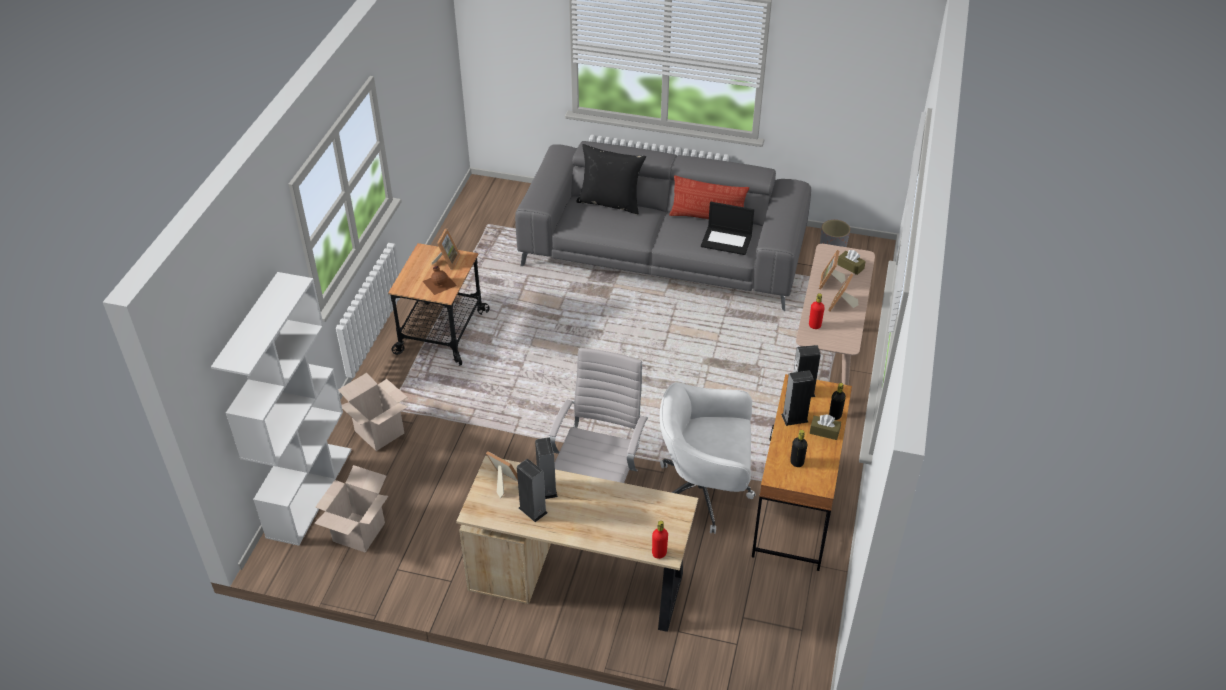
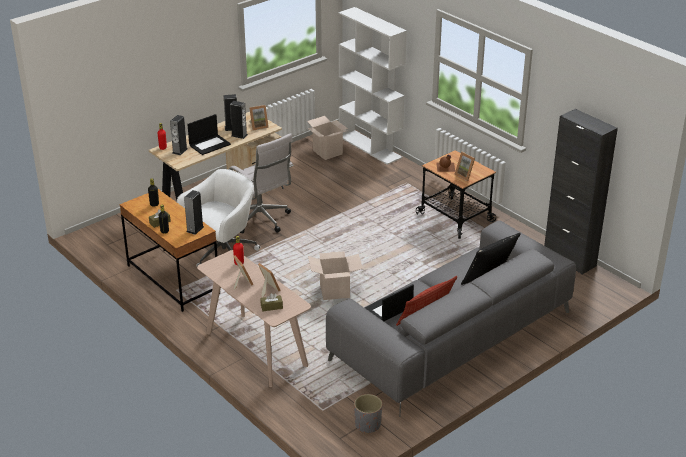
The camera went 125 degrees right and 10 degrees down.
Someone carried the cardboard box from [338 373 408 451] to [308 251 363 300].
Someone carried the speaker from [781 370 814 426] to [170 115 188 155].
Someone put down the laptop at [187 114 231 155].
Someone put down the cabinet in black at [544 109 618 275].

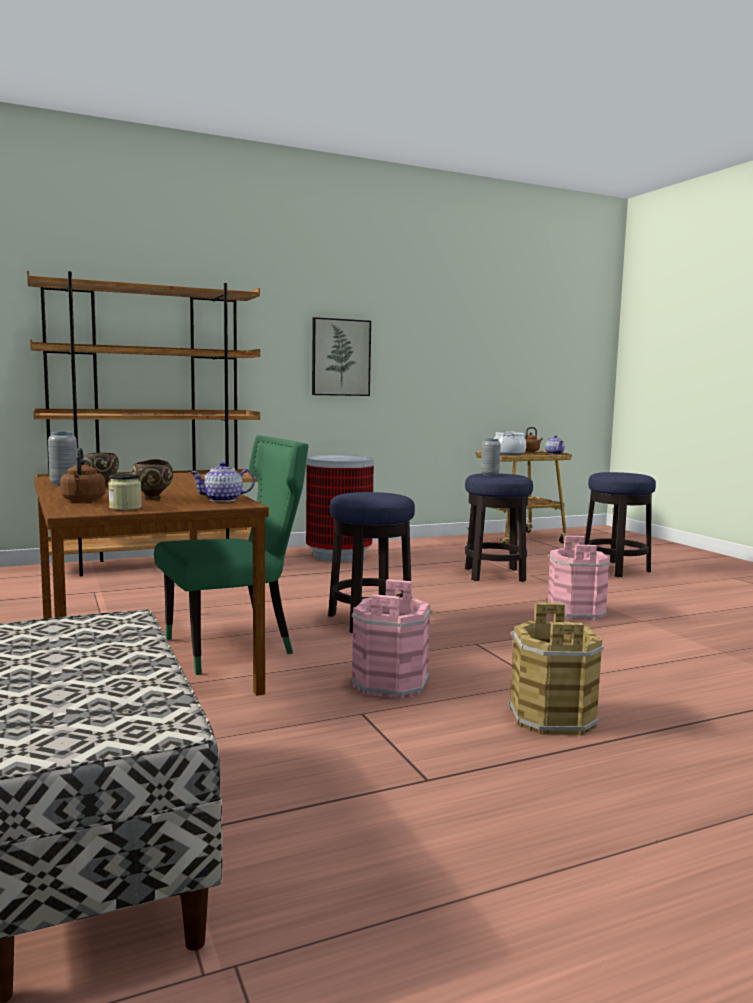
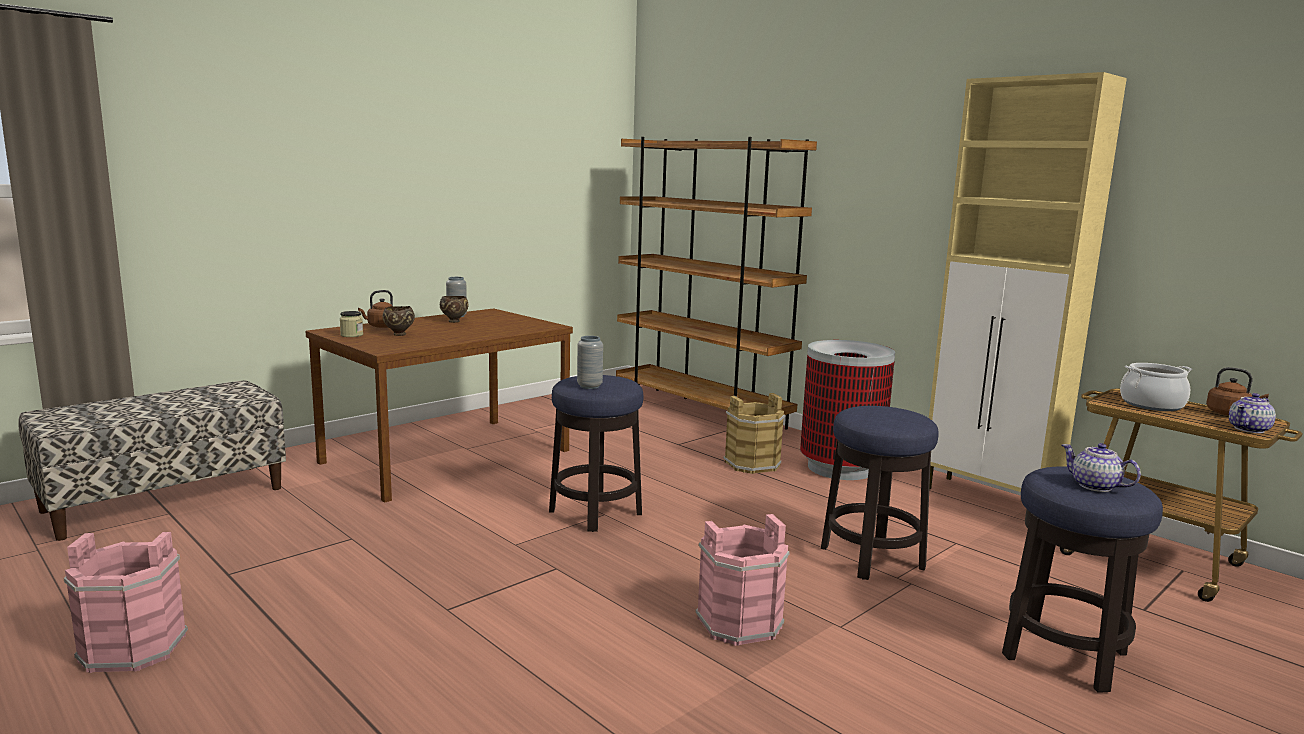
The camera went 70 degrees right and 5 degrees up.
Someone took away the chair in green at [154 435 309 675].
Someone carried the teapot from [189 462 255 502] to [1062 443 1141 492].
Someone took away the picture at [312 317 371 396].
Someone carried the bucket in pink from [351 579 432 700] to [63 532 188 673].
Someone carried the vase in grey from [481 439 501 476] to [577 336 603 389].
Someone carried the bucket in brown from [508 602 604 736] to [723 393 785 474].
Someone put down the cabinet in beige at [929 72 1127 492].

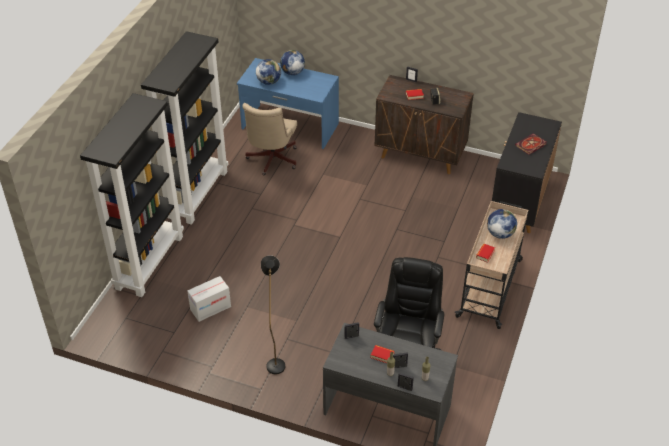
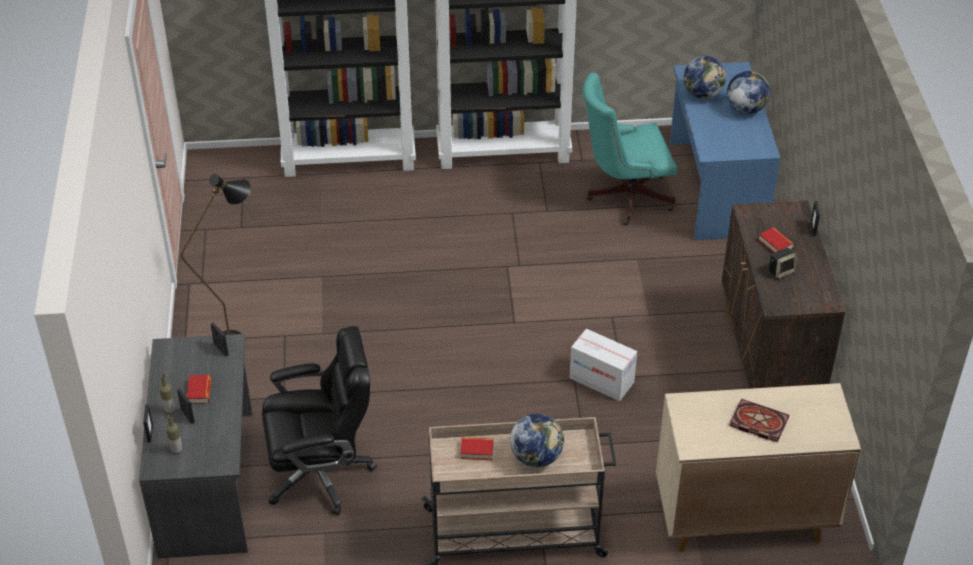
The camera went 65 degrees right and 0 degrees up.
Someone carried the cardboard box from [187 276 231 322] to [569 329 637 401].
Someone repainted the office chair in beige at [243 103 297 175], which became the office chair in turquoise at [583 73 677 225].
Someone repainted the cabinet in black at [492 112 562 233], which became the cabinet in beige at [656 383 861 552].

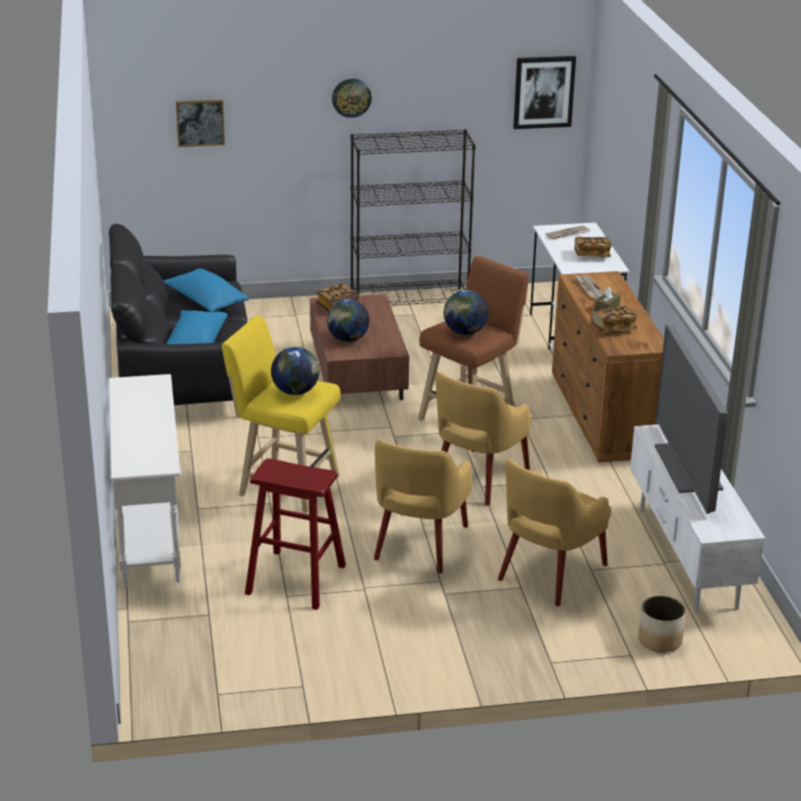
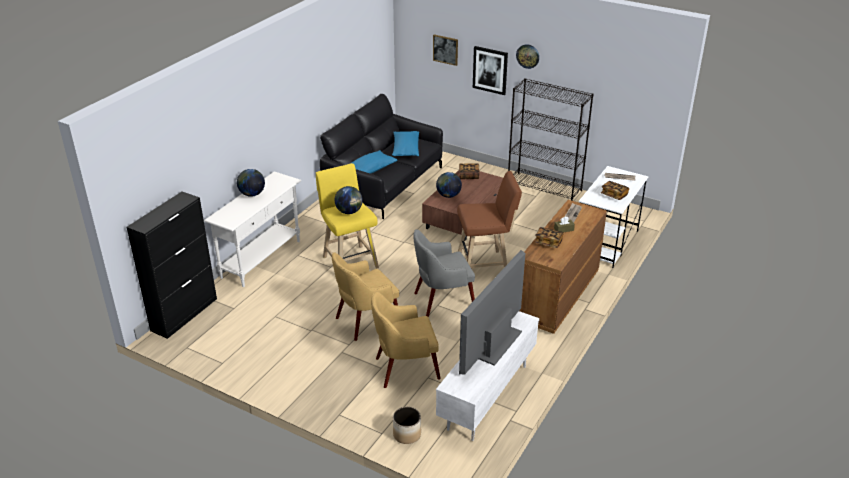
The camera went 40 degrees right and 5 degrees up.
Someone took away the stool in red at [245 458 346 610].
Someone repainted the armchair in yellow at [436 372 532 506], which became the armchair in grey at [413 229 475 317].
Someone carried the globe from [444 290 489 335] to [237 169 265 197].
Someone carried the picture from [513 56 576 129] to [473 46 508 95].
Someone put down the cabinet in black at [126 191 217 339].

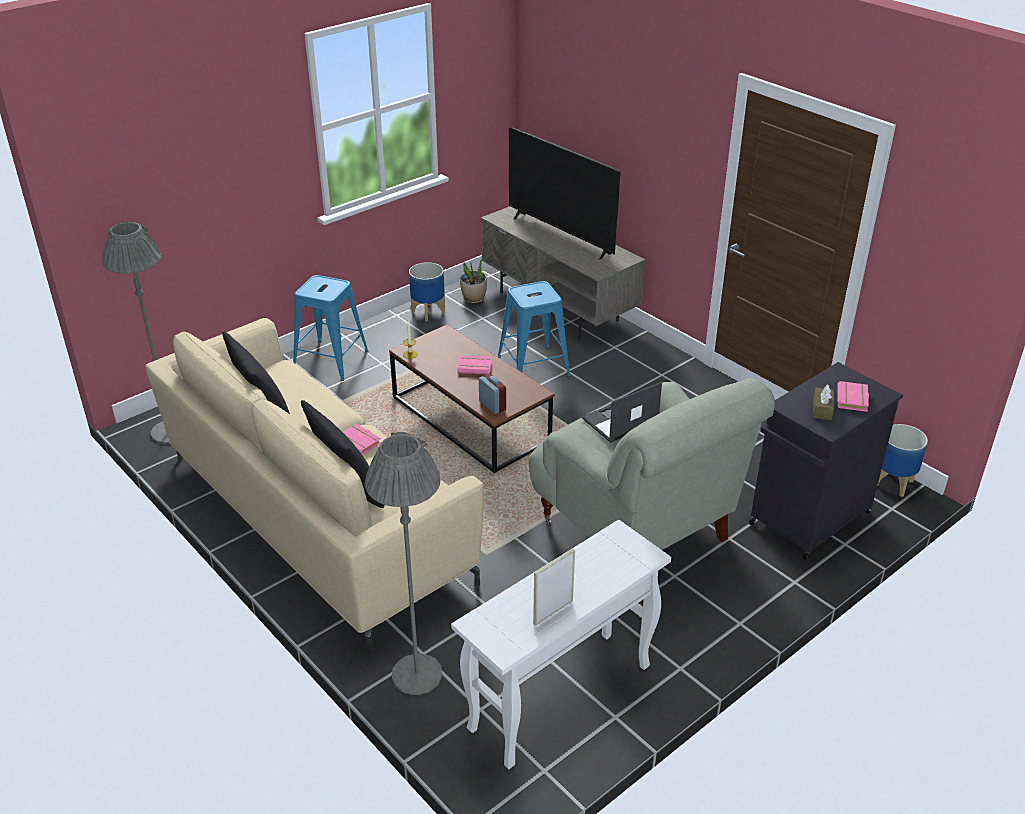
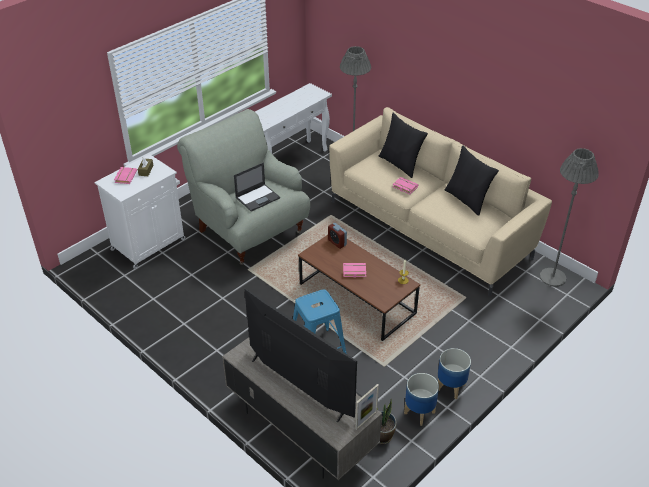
The camera went 175 degrees right and 5 degrees up.
Someone took away the stool in blue at [293 275 368 381].
Someone carried the picture frame from [533 548 575 626] to [355 384 379 430].
Someone repainted the cabinet in black at [749 362 903 560], which became the cabinet in white at [94 154 185 269].
Someone carried the planter from [877 424 928 497] to [438 348 471 399].

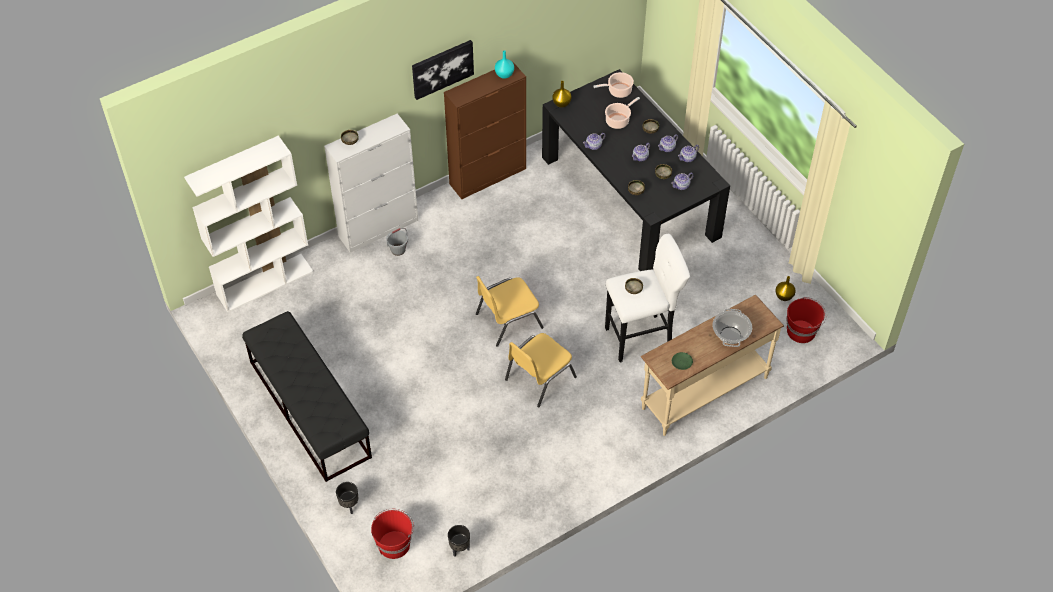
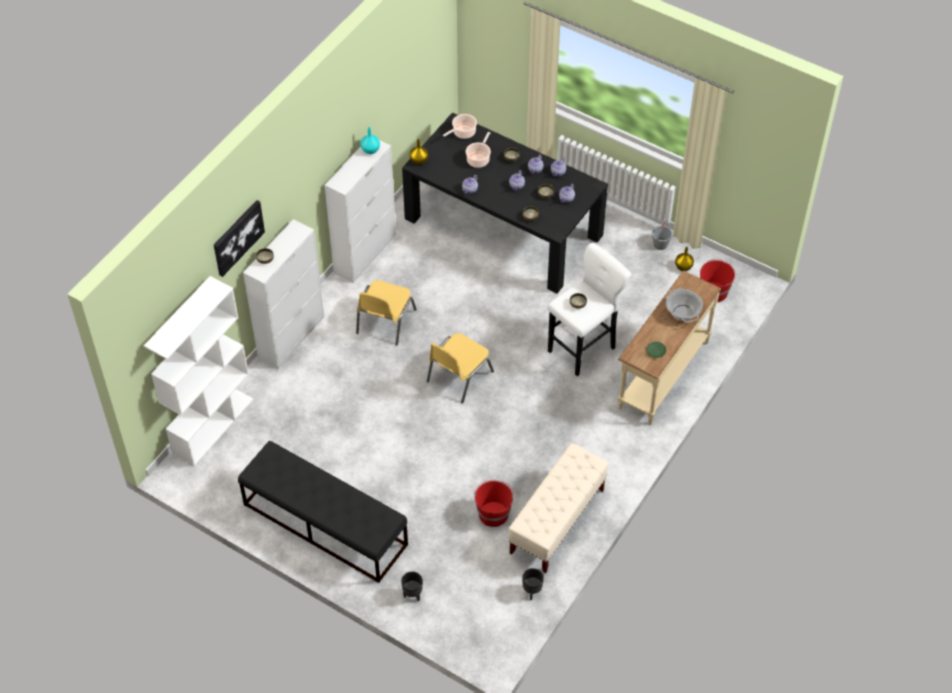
The camera went 25 degrees left and 0 degrees up.
Someone carried the bucket in red from [371 509 414 559] to [474 480 514 527].
Someone carried the bucket in grey from [386 228 408 256] to [652 221 673 250].
Someone carried the picture from [412 40 474 100] to [214 200 265 277].
Someone repainted the cabinet in brown at [444 62 526 199], which became the cabinet in white at [324 140 396 283].
Someone carried the chair in yellow from [505 333 577 408] to [356 280 417 346].
Someone put down the bench in beige at [509 443 608 573].

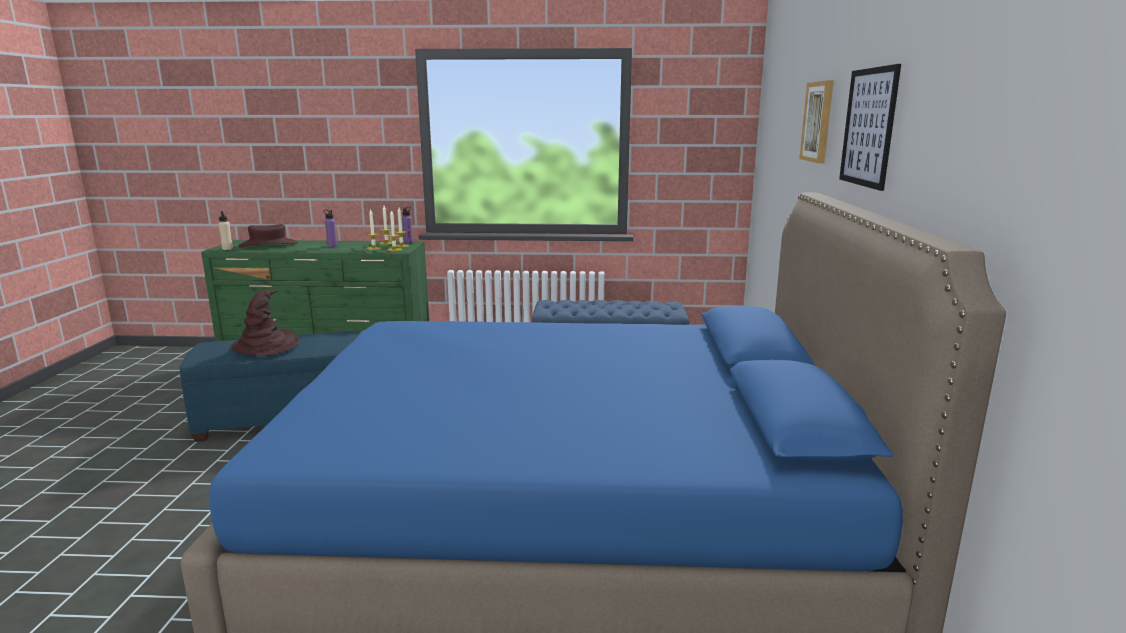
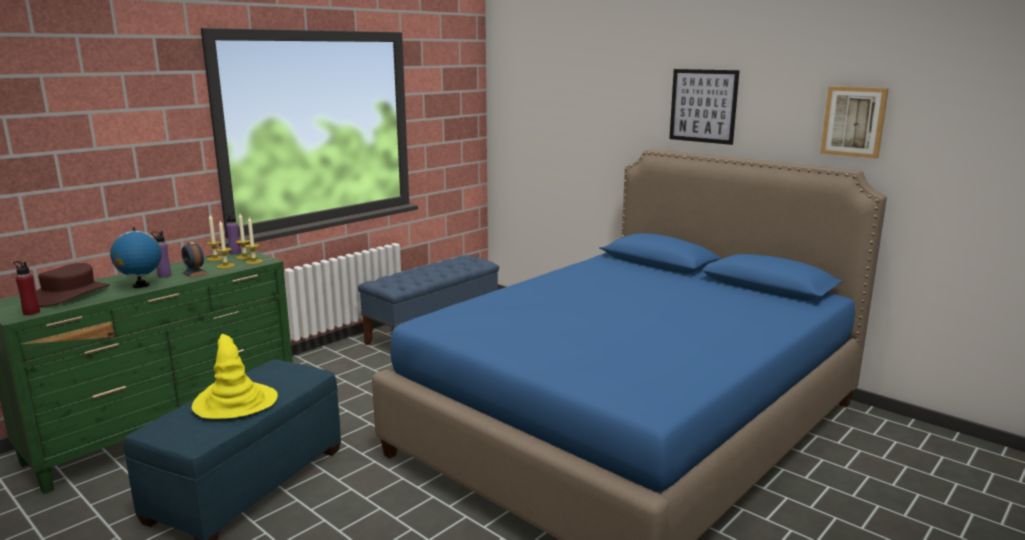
The camera went 50 degrees left and 0 degrees up.
Someone repainted the bottle in beige at [218 211 233 250], which became the bottle in red at [13 261 40 315].
Someone repainted the hat in brown at [230 290 299 356], which became the hat in yellow at [192 334 278 419].
Someone carried the picture from [799 80 834 163] to [820 86 889 159].
Someone put down the globe at [110 227 161 288].
Someone put down the alarm clock at [182 242 209 278].

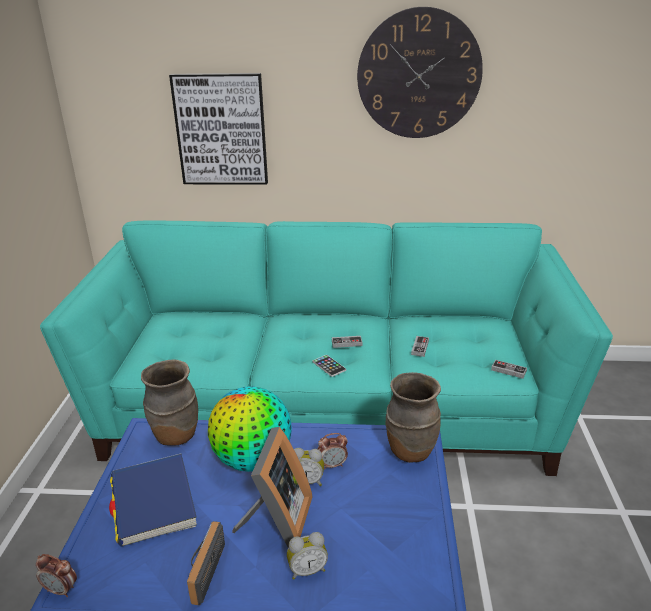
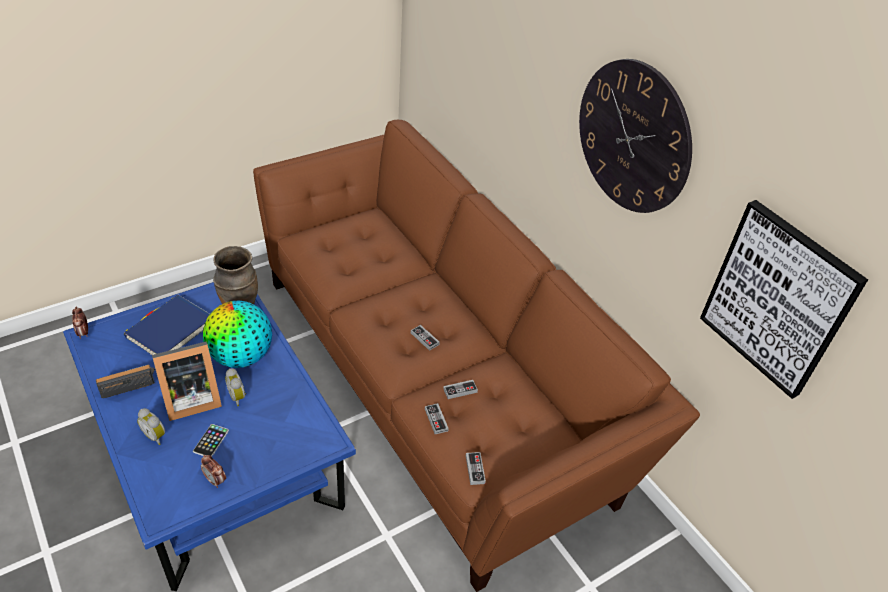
The camera went 50 degrees right and 15 degrees up.
Someone repainted the sofa in turquoise at [40 220 613 476], which became the sofa in brown at [253 120 700 592].
Someone carried the picture from [169 73 268 185] to [700 200 868 399].
Someone carried the phone from [313 355 346 377] to [193 424 229 457].
Someone carried the alarm clock from [318 433 348 470] to [201 455 226 488].
Someone took away the vase in brown at [386 372 441 463].
Someone put down the game controller at [425 403 449 434].

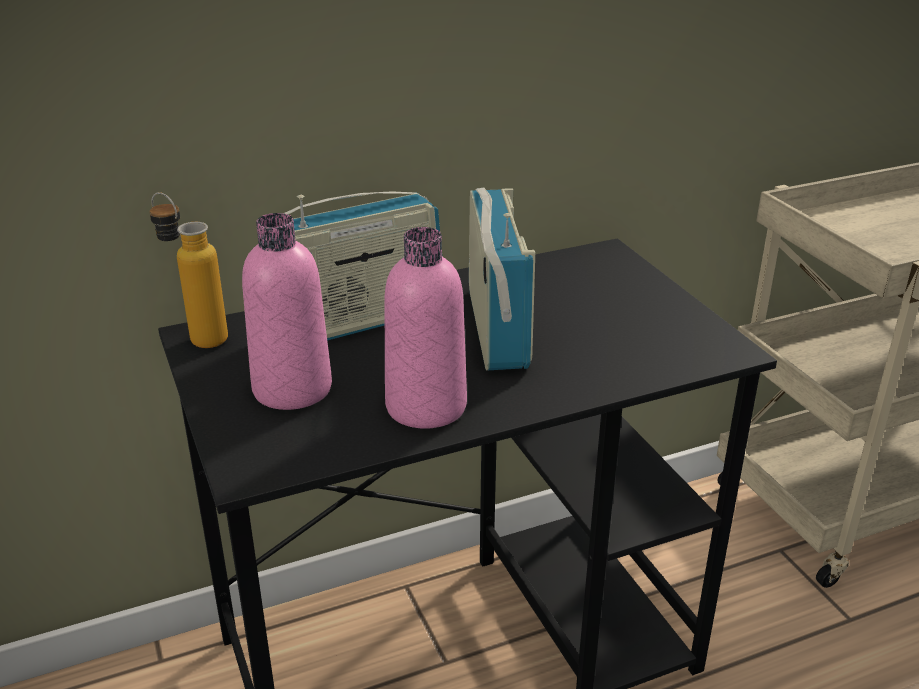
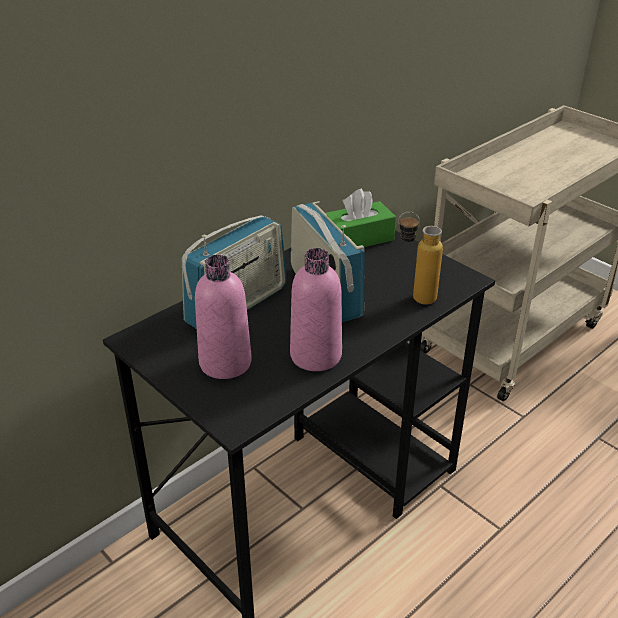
The camera went 20 degrees left and 5 degrees up.
Someone carried the bottle from [149 192 228 348] to [398 212 443 305].
Someone put down the tissue box in green at [325 189 396 247].

